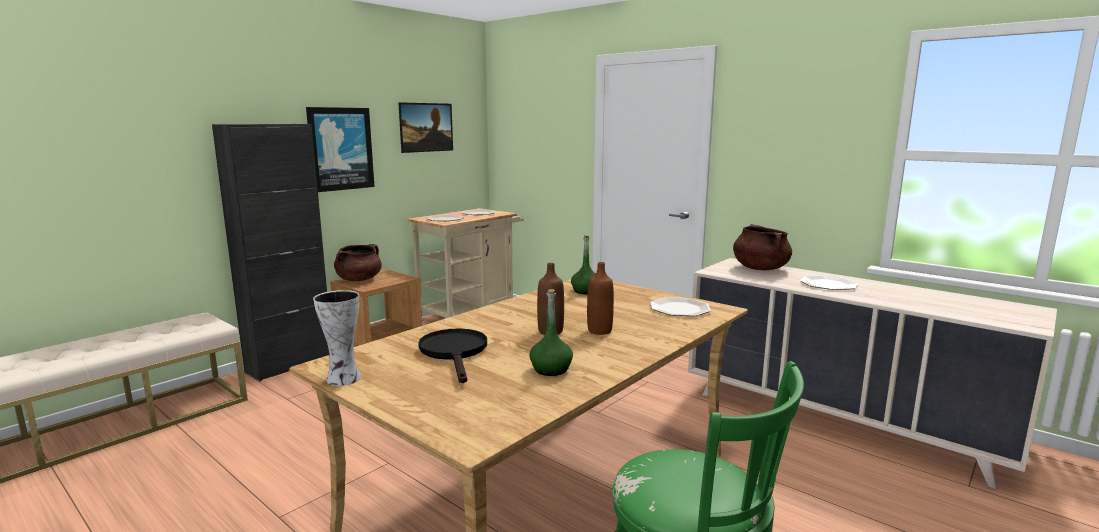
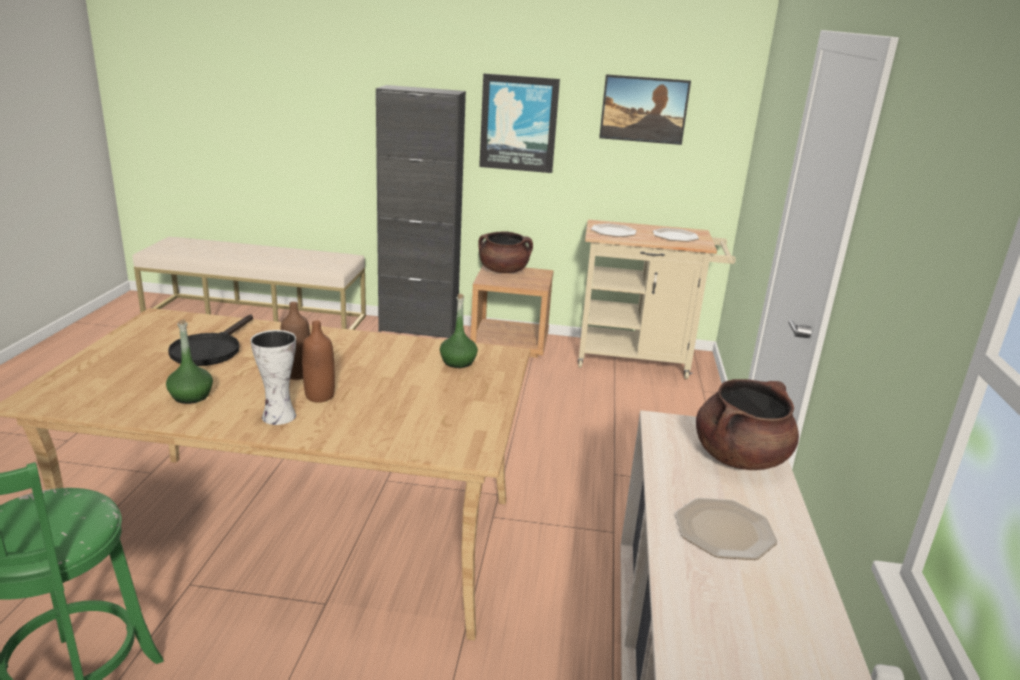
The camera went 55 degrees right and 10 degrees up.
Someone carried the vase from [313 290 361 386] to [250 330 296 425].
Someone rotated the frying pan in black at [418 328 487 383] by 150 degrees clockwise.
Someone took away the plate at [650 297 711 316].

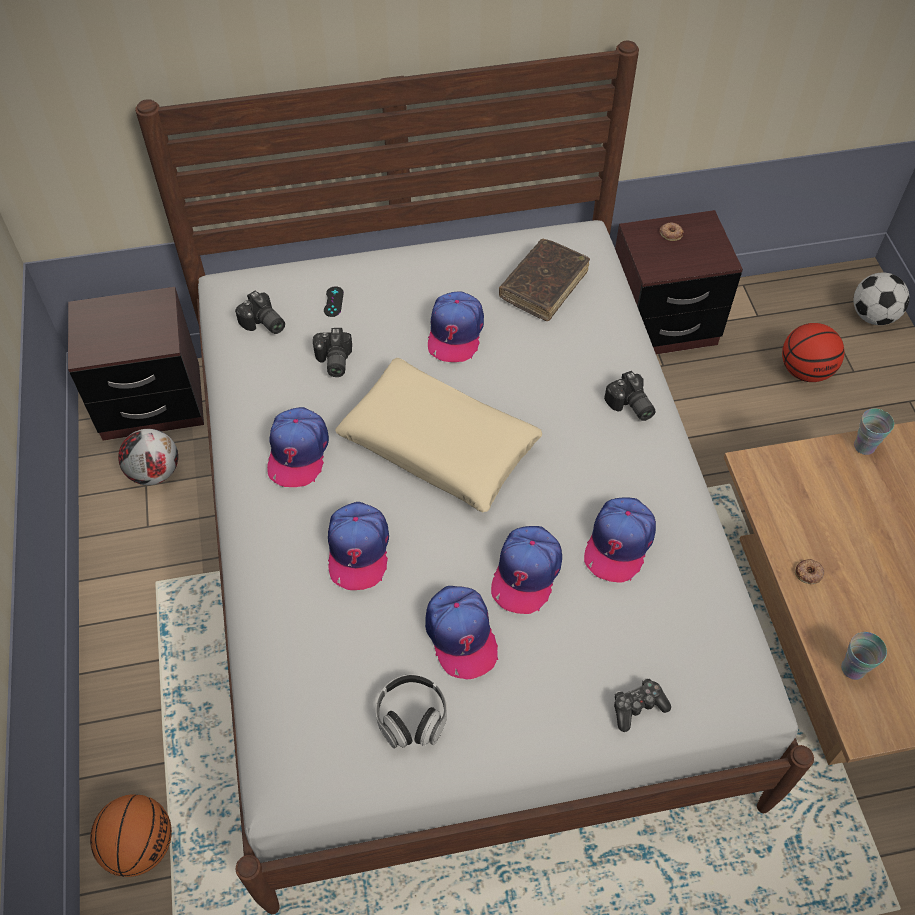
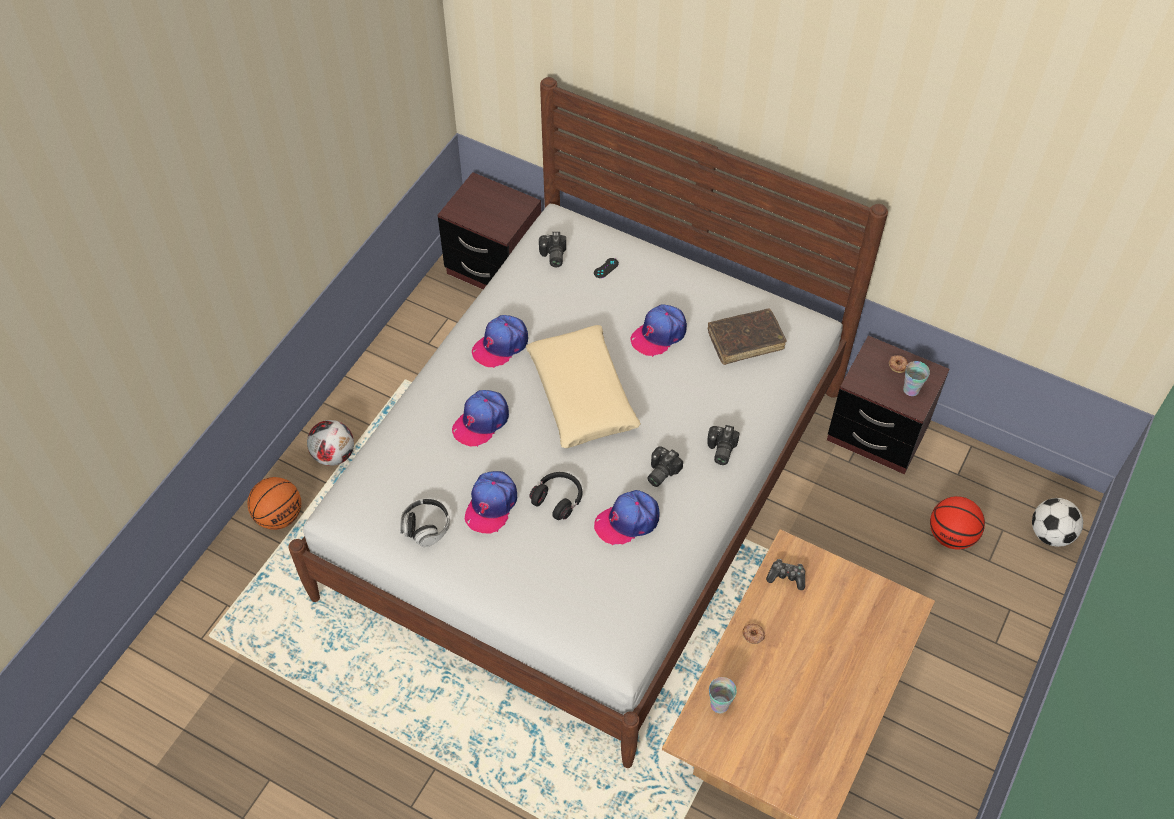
The camera went 40 degrees right and 0 degrees up.
Someone carried the football from [118 429 178 485] to [307 420 354 466].
Someone carried the photo camera from [313 328 352 377] to [647 446 683 487].
Someone swapped the cap at [491 526 562 614] for the headphones in black at [529 472 582 520].
Someone carried the game controller from [614 678 671 732] to [766 559 805 590].
Someone carried the cup from [854 409 894 455] to [903 361 930 396].

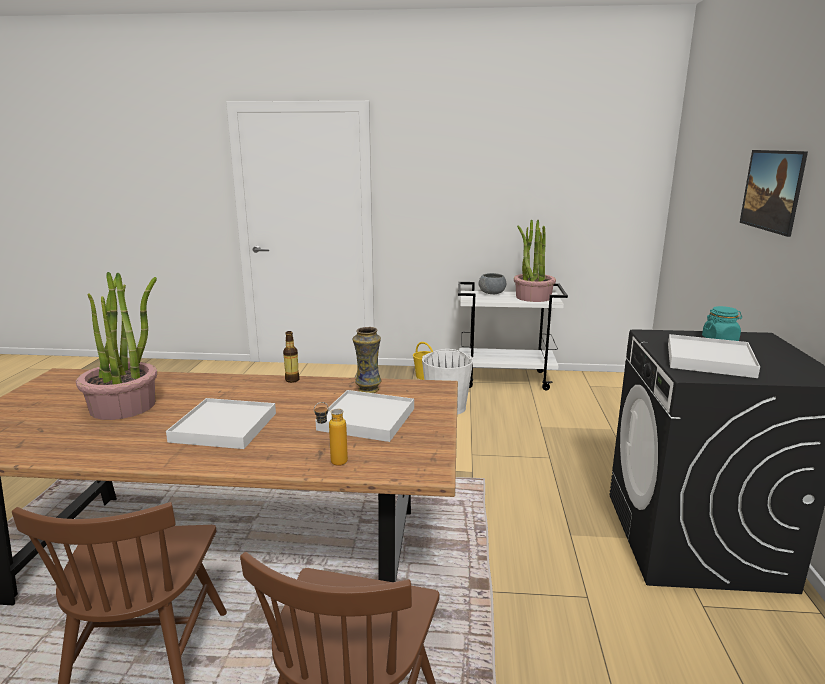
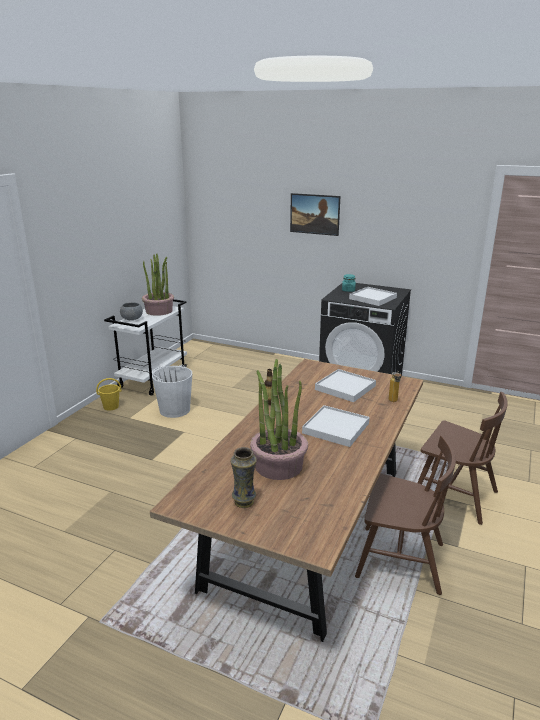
The camera went 70 degrees left and 5 degrees up.
Someone carried the vase from [353 327 382 393] to [231 447 257 508].

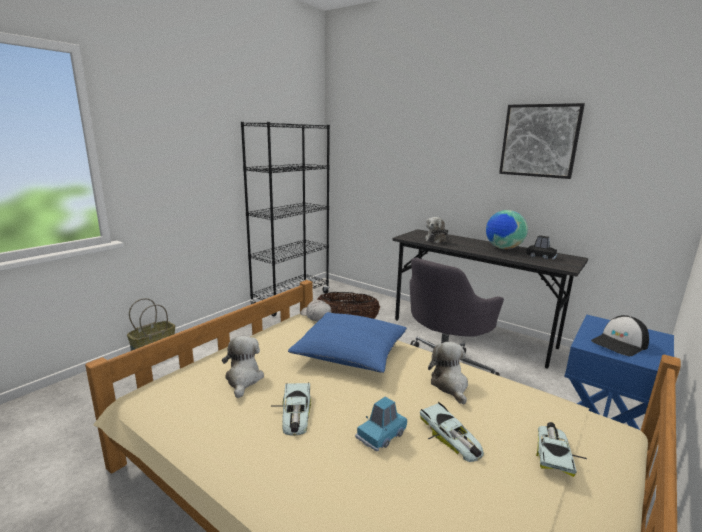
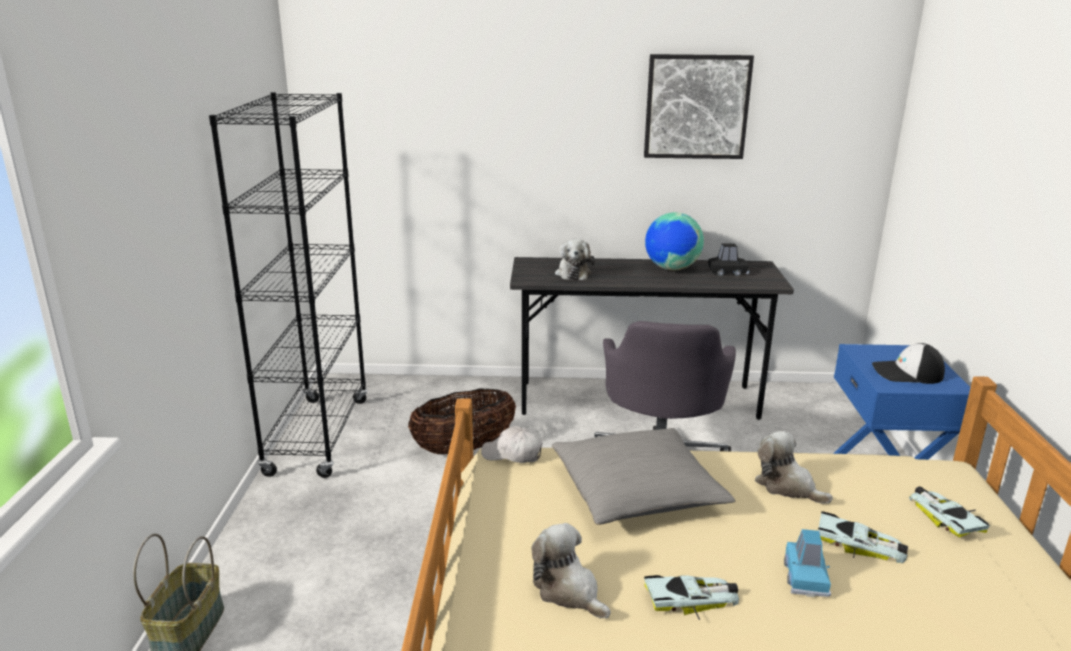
The camera went 35 degrees left and 5 degrees up.
Someone rotated the toy car at [271 383 311 436] by 60 degrees counterclockwise.
Someone repainted the pillow in blue at [288 312 407 373], which became the pillow in grey at [552 428 735 525].
Someone rotated the cap at [591 315 649 356] by 75 degrees clockwise.

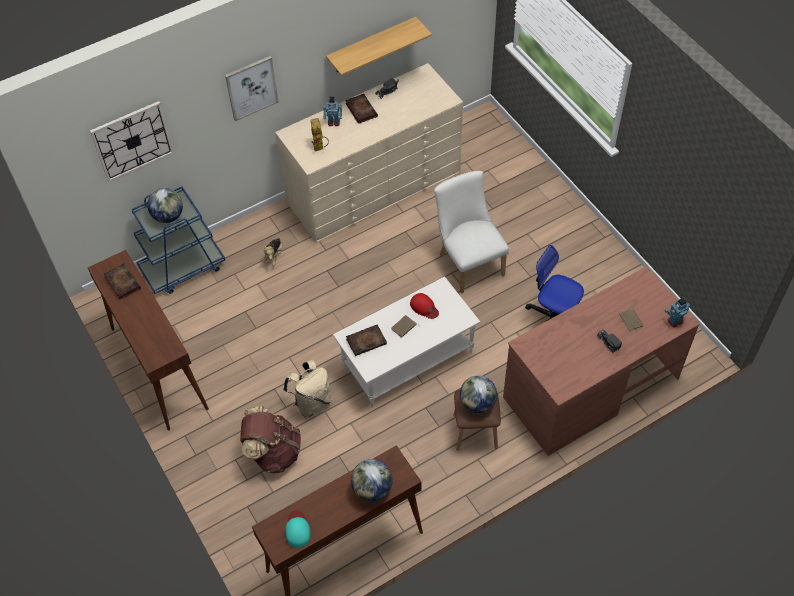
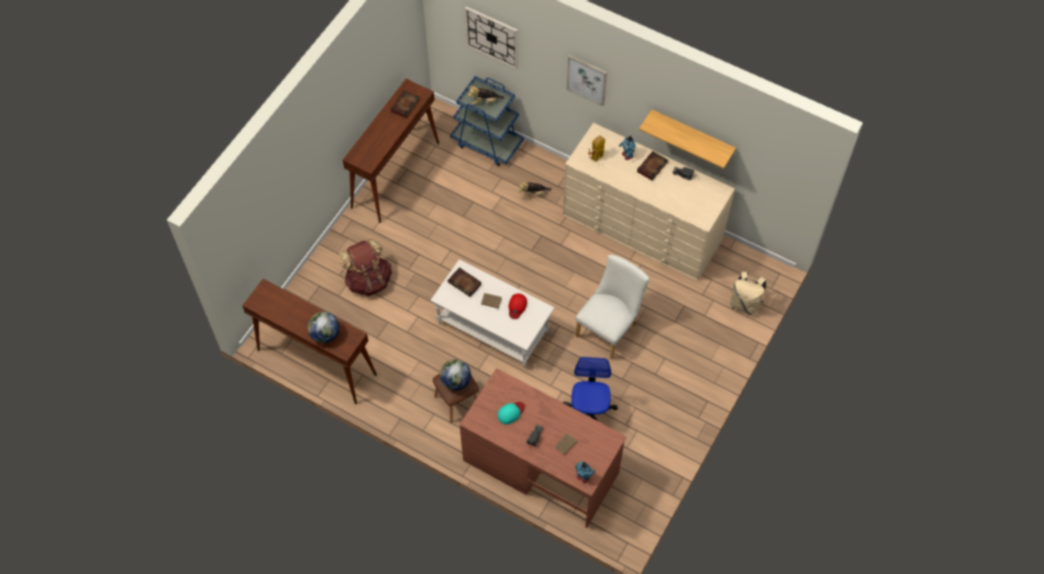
The camera went 60 degrees right and 5 degrees up.
Someone swapped the globe at [147 188 183 223] for the plush toy at [468 86 504 105].
Someone carried the backpack in beige from [283 360 332 417] to [730 272 766 315].
Someone carried the cap in turquoise from [285 510 311 548] to [498 402 525 424].

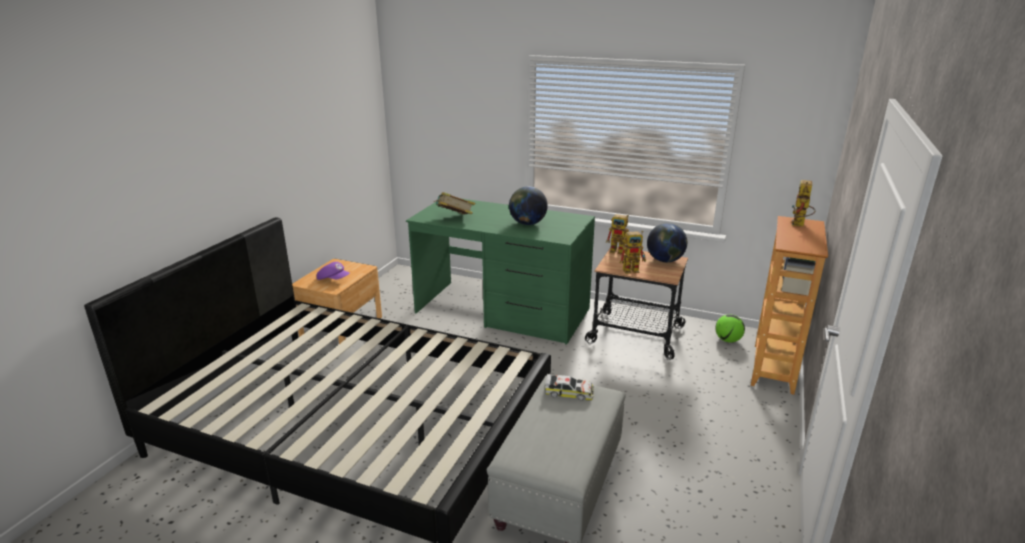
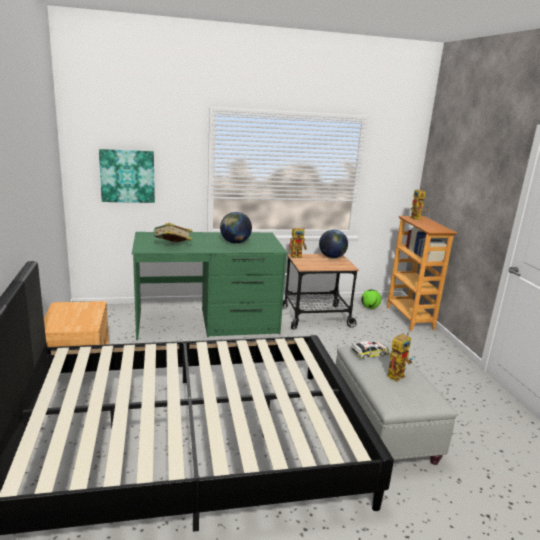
The camera went 35 degrees left and 5 degrees down.
Someone took away the cap in purple at [317 262 350 280].
Someone carried the toy robot from [620 231 646 274] to [387 333 413 382].
Someone put up the picture at [99 149 155 203].

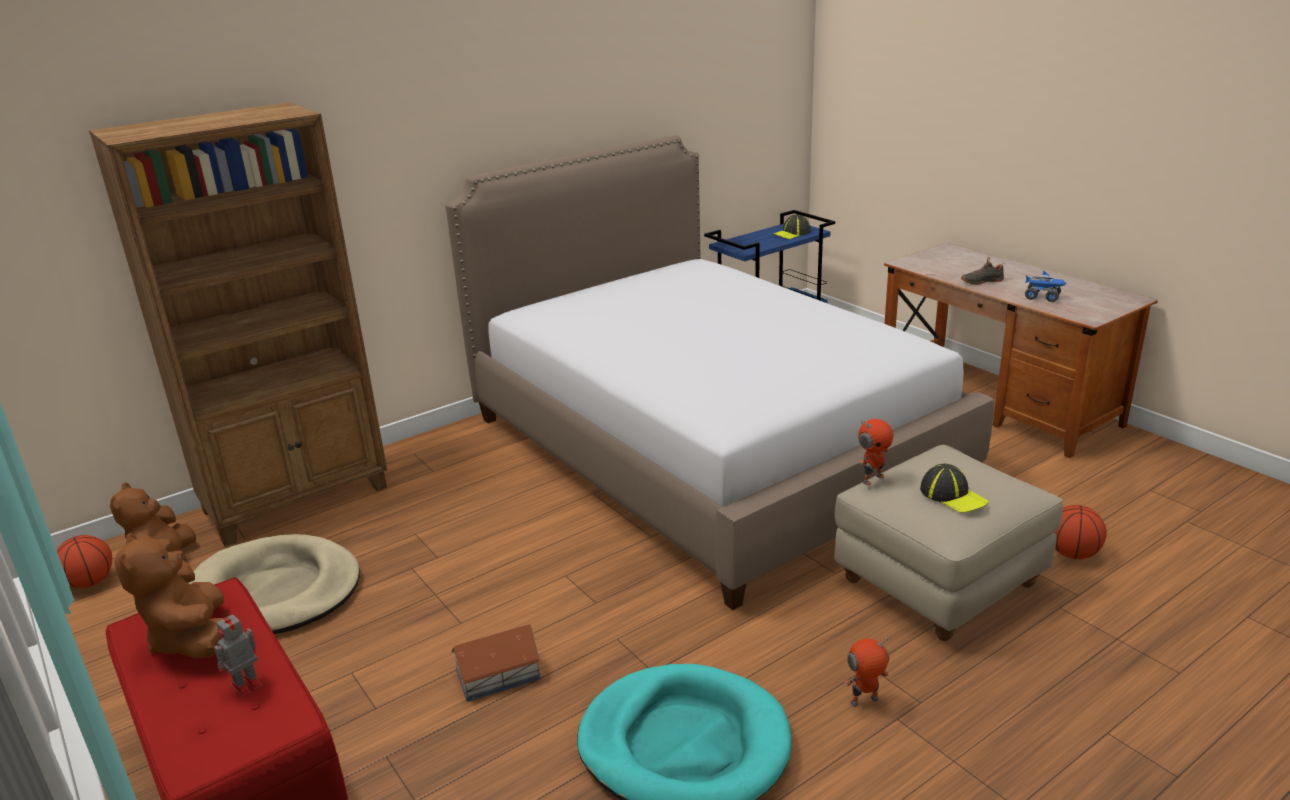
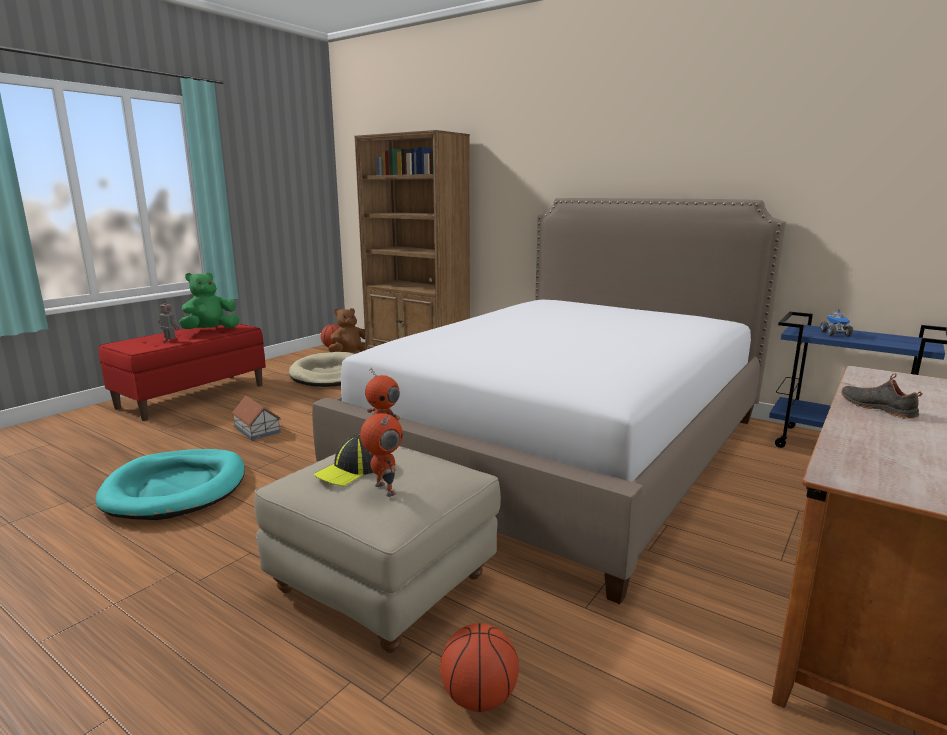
The camera went 70 degrees right and 10 degrees down.
Someone repainted the plush toy in brown at [115 533 224 658], which became the plush toy in green at [179 272 240 329].
Someone took away the cap at [773 214 811 239].
Someone carried the toy robot from [844 636 891 707] to [360 413 403 497].
Someone carried the toy truck from [1025 270 1066 302] to [820 310 853 337].

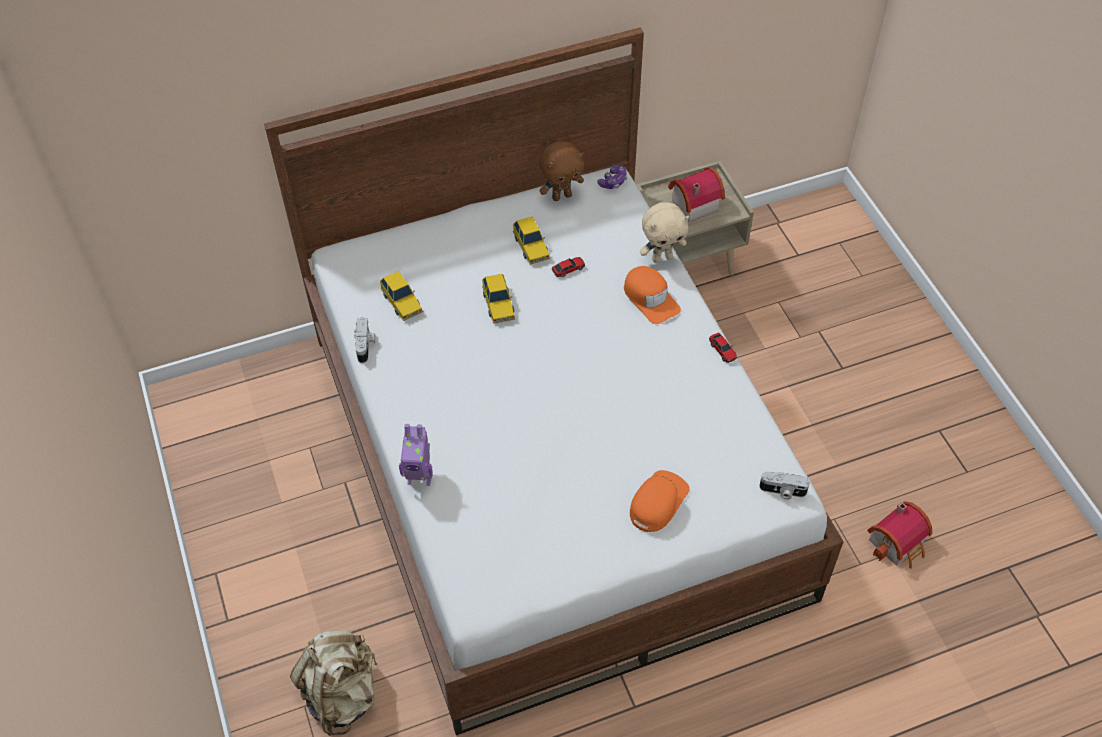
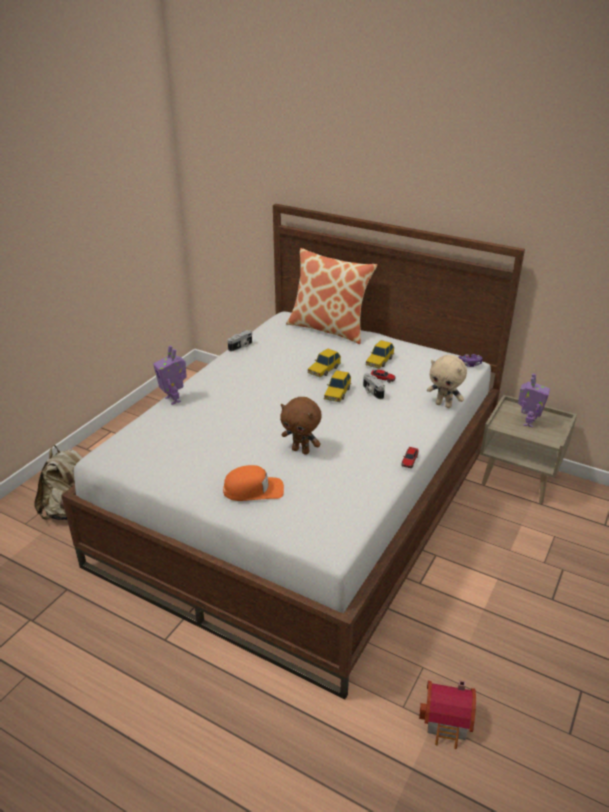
The camera went 50 degrees right and 20 degrees down.
Someone carried the toy car from [380 271 423 321] to [324 370 351 402].
Someone carried the plush toy in brown from [539 141 584 201] to [280 397 322 454].
Someone took away the cap in orange at [624 266 681 324].
Someone swapped the toy house at [668 167 725 222] for the toy robot at [518 374 550 428].
Someone carried the photo camera from [759 472 810 500] to [363 373 385 399].
Someone put down the pillow at [286 248 377 344].

